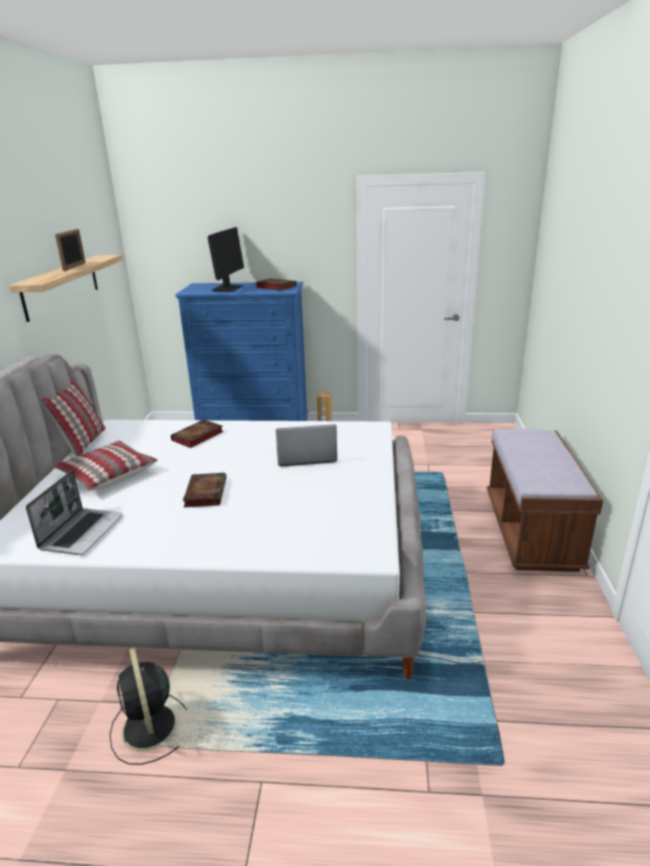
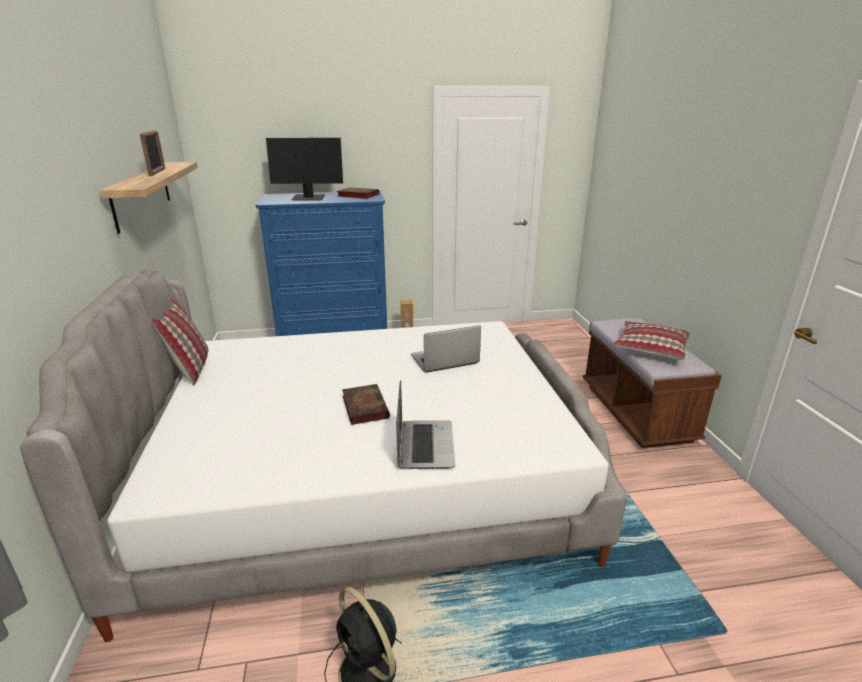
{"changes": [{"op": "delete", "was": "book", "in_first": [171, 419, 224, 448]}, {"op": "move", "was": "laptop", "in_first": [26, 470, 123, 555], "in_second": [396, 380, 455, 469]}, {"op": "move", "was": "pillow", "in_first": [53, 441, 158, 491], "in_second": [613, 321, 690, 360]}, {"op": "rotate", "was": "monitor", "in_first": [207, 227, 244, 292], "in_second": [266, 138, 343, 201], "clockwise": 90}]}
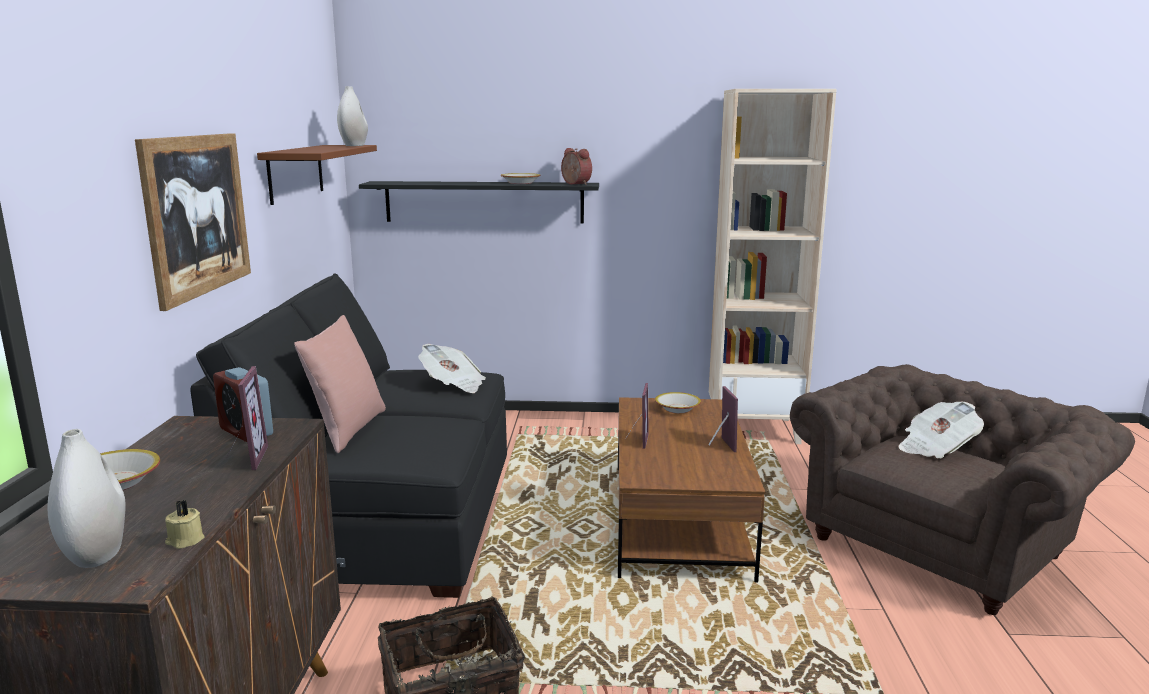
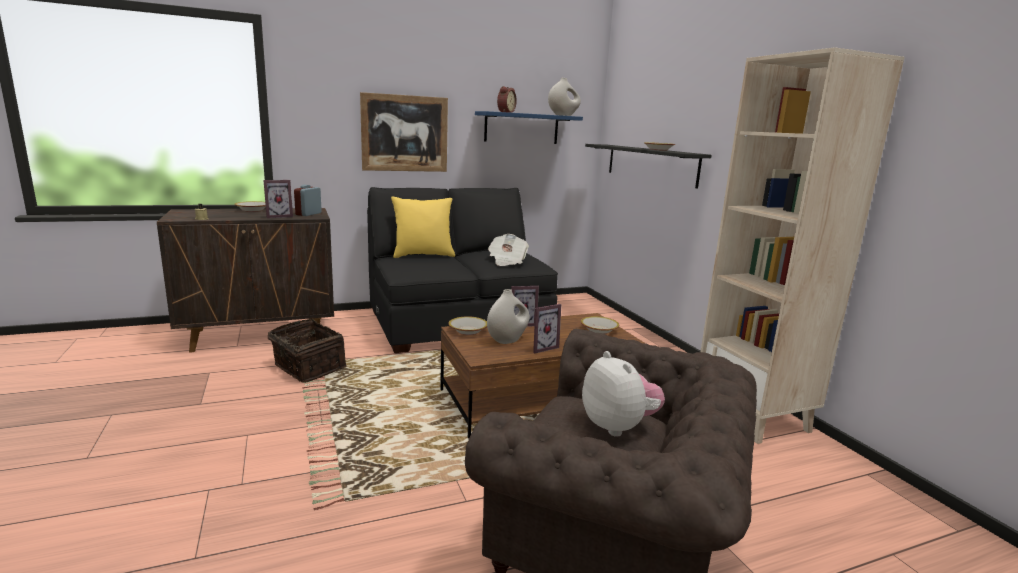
{"changes": [{"op": "insert", "now": "bowl", "in_second": [448, 316, 487, 335]}, {"op": "move", "was": "white vase", "in_first": [47, 429, 126, 568], "in_second": [487, 289, 530, 344]}, {"op": "move", "was": "alarm clock", "in_first": [561, 148, 592, 185], "in_second": [497, 86, 517, 113]}, {"op": "replace", "was": "newspaper", "now": "plush toy", "in_first": [898, 402, 984, 458], "in_second": [582, 351, 665, 437]}, {"op": "recolor", "was": "brown shelf", "now": "blue shelf", "in_first": [257, 145, 377, 205], "in_second": [475, 111, 583, 144]}, {"op": "recolor", "was": "pink pillow", "now": "yellow pillow", "in_first": [294, 315, 386, 453], "in_second": [391, 196, 455, 258]}]}
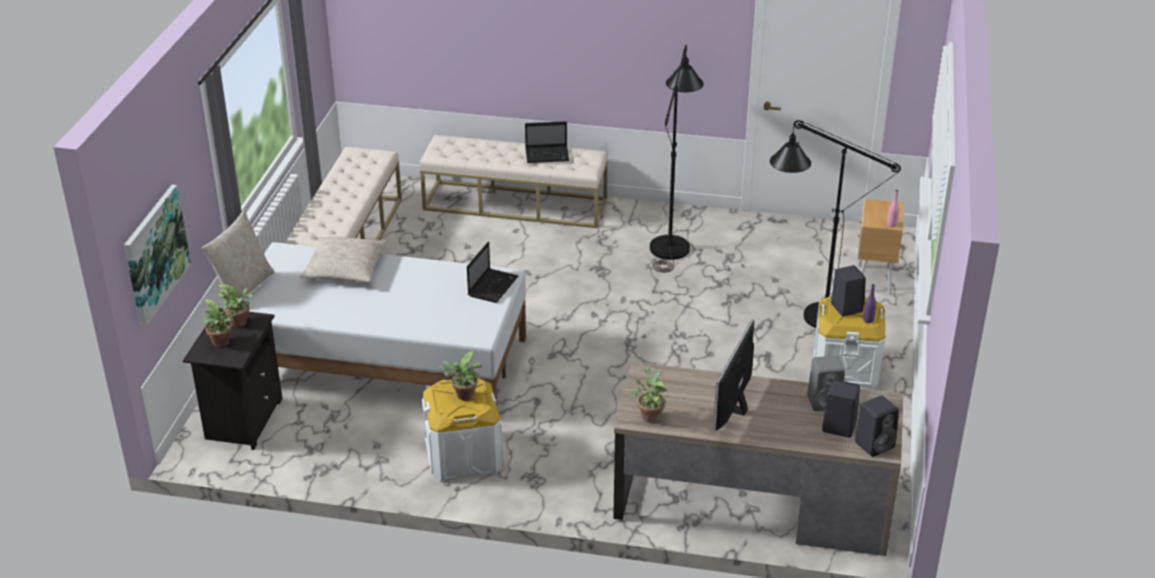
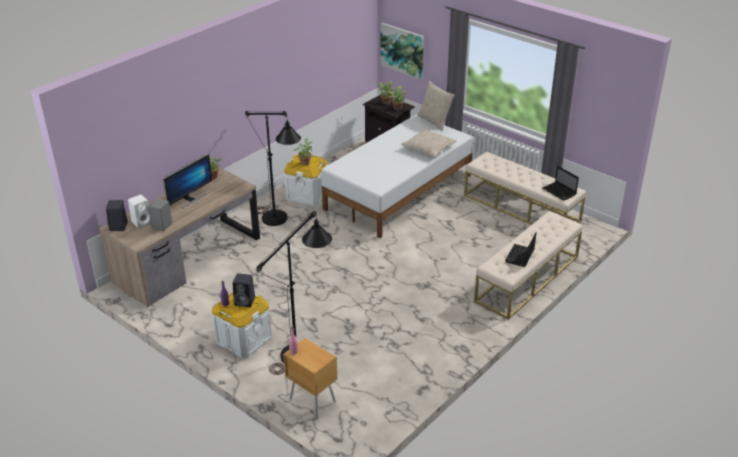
{"changes": [{"op": "move", "was": "laptop", "in_first": [467, 242, 519, 303], "in_second": [543, 166, 579, 201]}, {"op": "move", "was": "black floor lamp", "in_first": [650, 45, 704, 272], "in_second": [245, 111, 301, 226]}, {"op": "recolor", "was": "black speaker", "now": "white speaker", "in_first": [822, 379, 860, 438], "in_second": [128, 194, 150, 228]}, {"op": "rotate", "was": "monitor", "in_first": [713, 320, 754, 431], "in_second": [163, 154, 212, 209], "clockwise": 75}]}
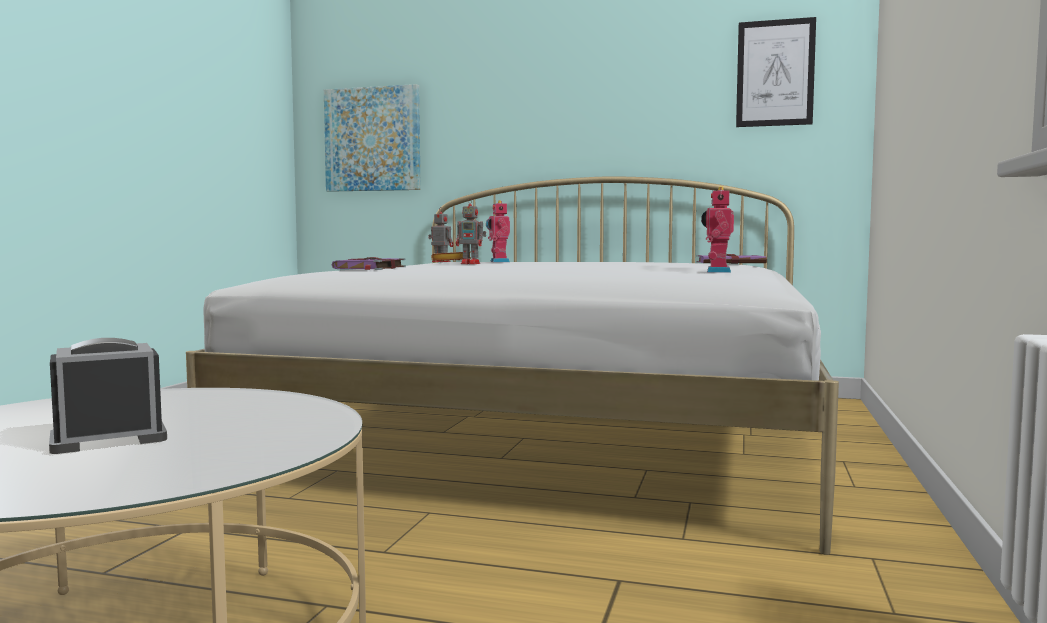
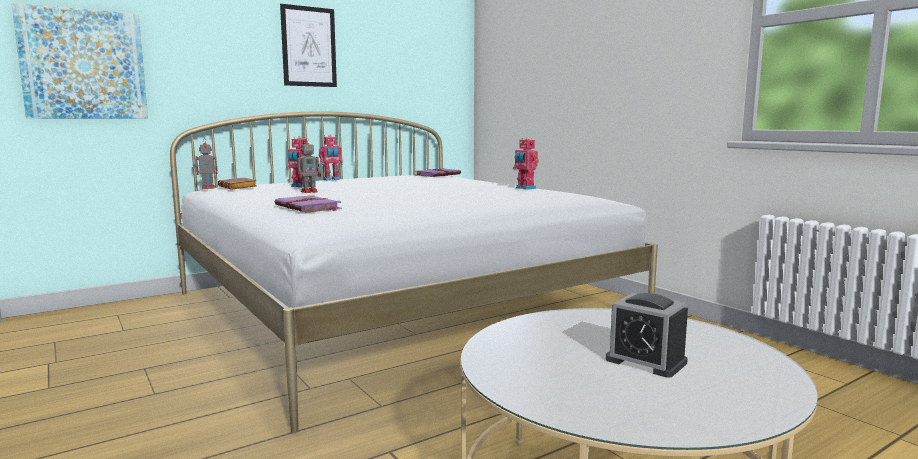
{"changes": [{"op": "insert", "now": "toy robot", "in_second": [319, 135, 343, 181]}, {"op": "move", "was": "picture", "in_first": [736, 17, 816, 127], "in_second": [280, 4, 337, 87]}, {"op": "rotate", "was": "alarm clock", "in_first": [49, 338, 167, 454], "in_second": [606, 293, 688, 378], "clockwise": -60}]}
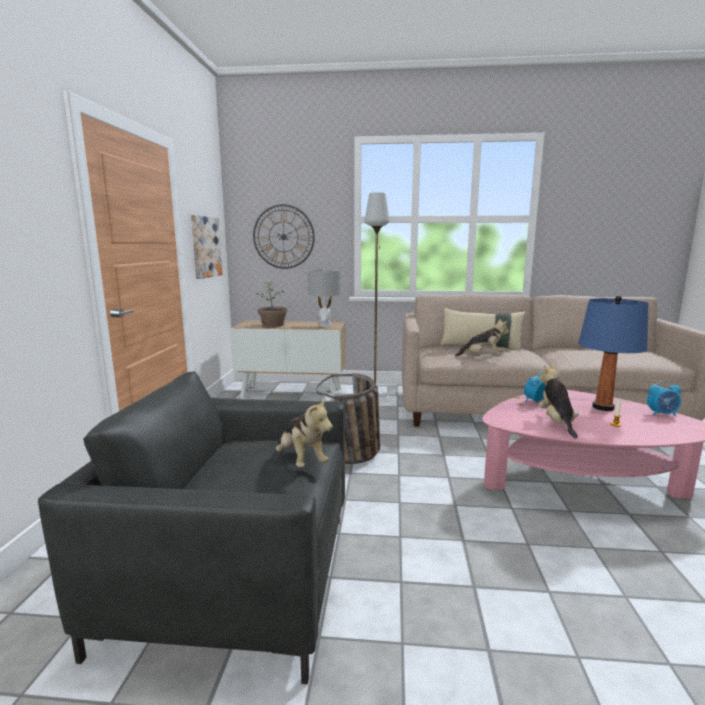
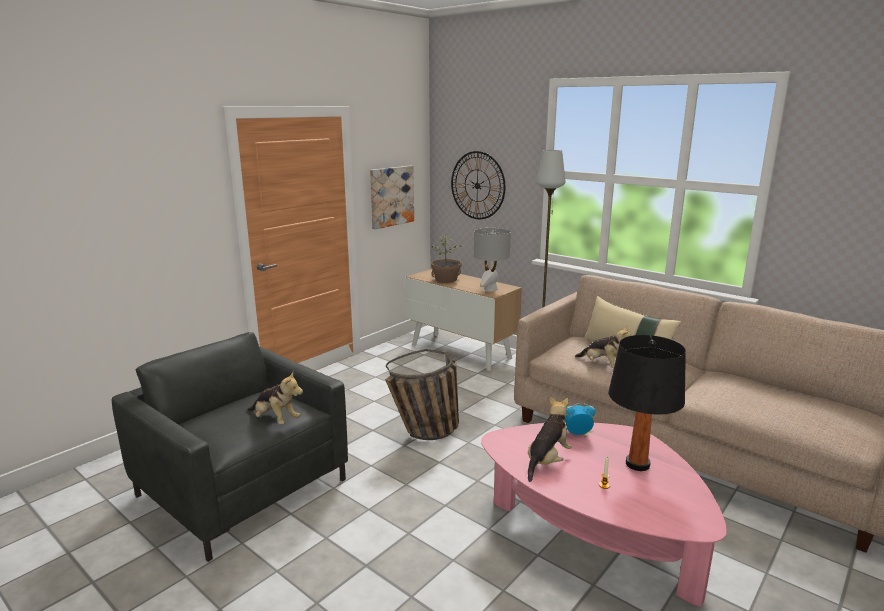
{"changes": [{"op": "delete", "was": "alarm clock", "in_first": [647, 380, 681, 416]}, {"op": "recolor", "was": "blue table lamp", "now": "black table lamp", "in_first": [578, 296, 649, 411], "in_second": [608, 335, 686, 471]}, {"op": "rotate", "was": "plush toy", "in_first": [276, 398, 333, 467], "in_second": [247, 372, 303, 424], "clockwise": -60}]}
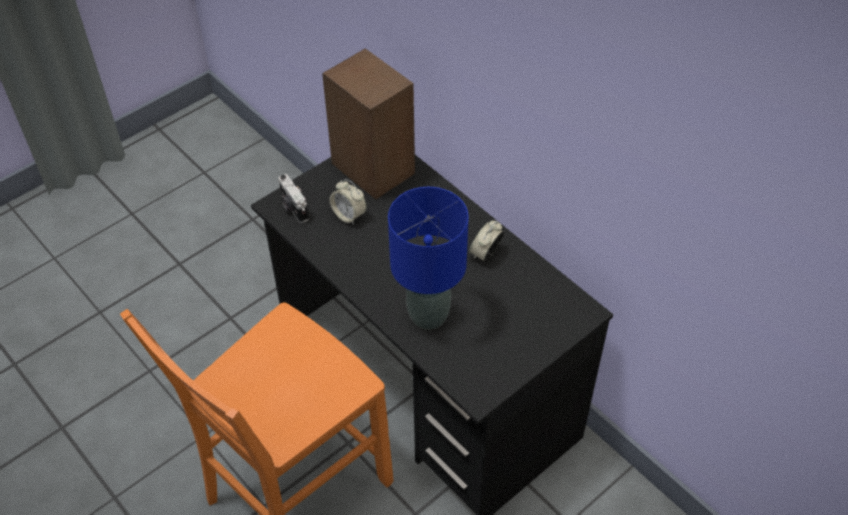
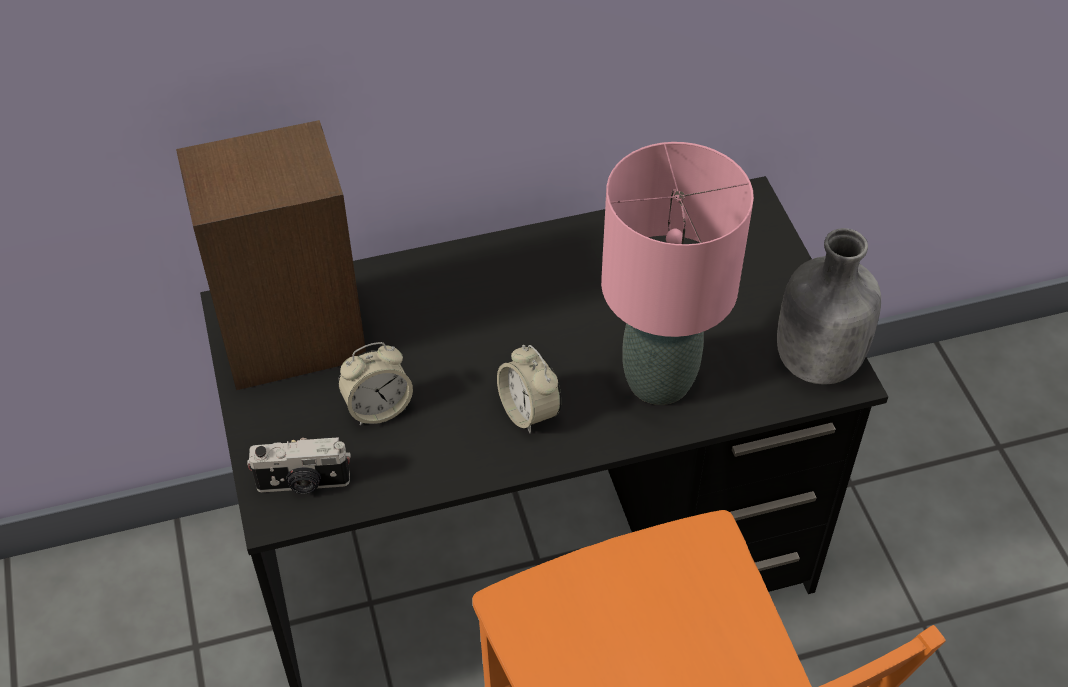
{"changes": [{"op": "insert", "now": "grey bottle", "in_second": [777, 228, 881, 385]}, {"op": "move", "was": "alarm clock", "in_first": [469, 221, 504, 262], "in_second": [497, 345, 561, 433]}, {"op": "recolor", "was": "blue table lamp", "now": "pink table lamp", "in_first": [388, 187, 469, 330], "in_second": [601, 142, 754, 405]}]}
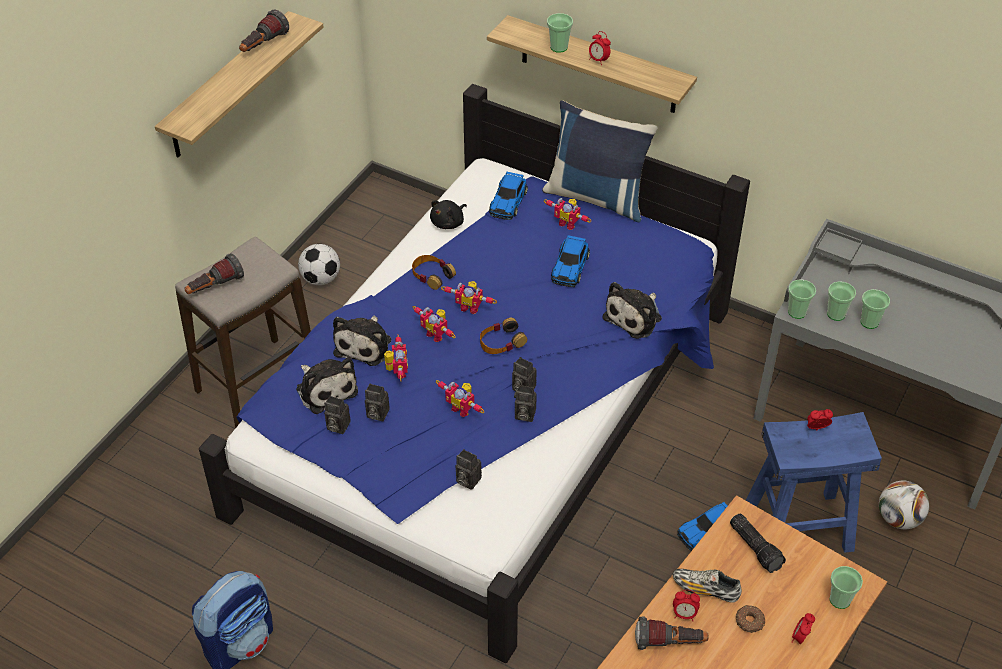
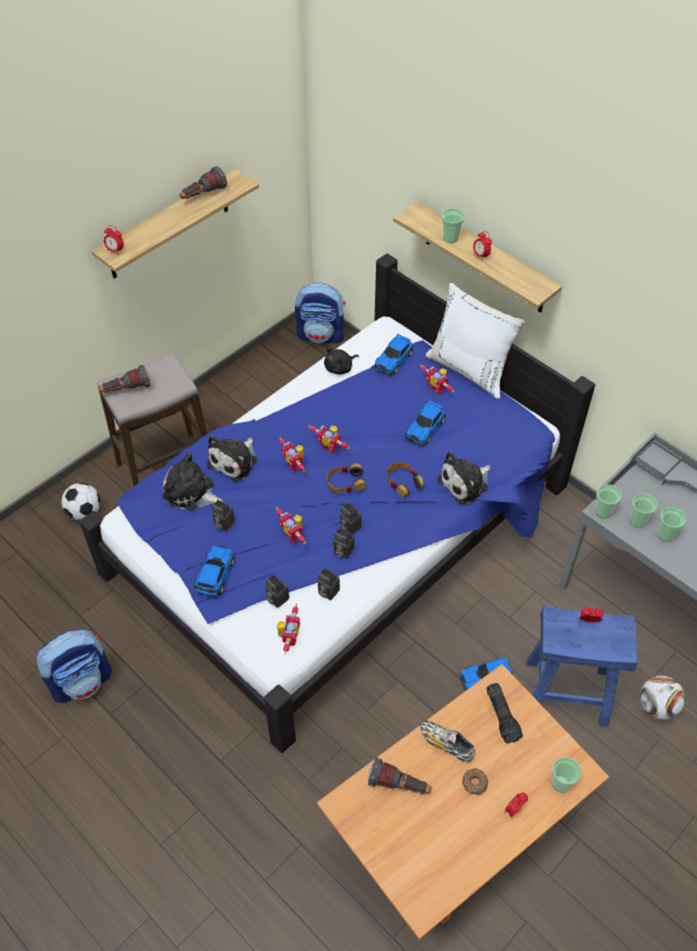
{"changes": [{"op": "insert", "now": "toy car", "in_second": [194, 546, 234, 597]}, {"op": "insert", "now": "backpack", "in_second": [295, 283, 346, 344]}, {"op": "move", "was": "football", "in_first": [298, 244, 340, 285], "in_second": [61, 483, 100, 520]}, {"op": "move", "was": "photo camera", "in_first": [324, 396, 351, 434], "in_second": [318, 568, 340, 600]}, {"op": "move", "was": "toy robot", "in_first": [384, 334, 408, 382], "in_second": [277, 604, 300, 655]}, {"op": "move", "was": "headphones", "in_first": [412, 255, 456, 290], "in_second": [387, 462, 424, 497]}, {"op": "move", "was": "alarm clock", "in_first": [673, 590, 700, 620], "in_second": [104, 225, 124, 255]}, {"op": "recolor", "was": "blue pillow", "now": "white pillow", "in_first": [542, 100, 658, 222], "in_second": [425, 283, 525, 399]}, {"op": "rotate", "was": "plush toy", "in_first": [296, 357, 358, 414], "in_second": [162, 452, 223, 511], "clockwise": 135}]}
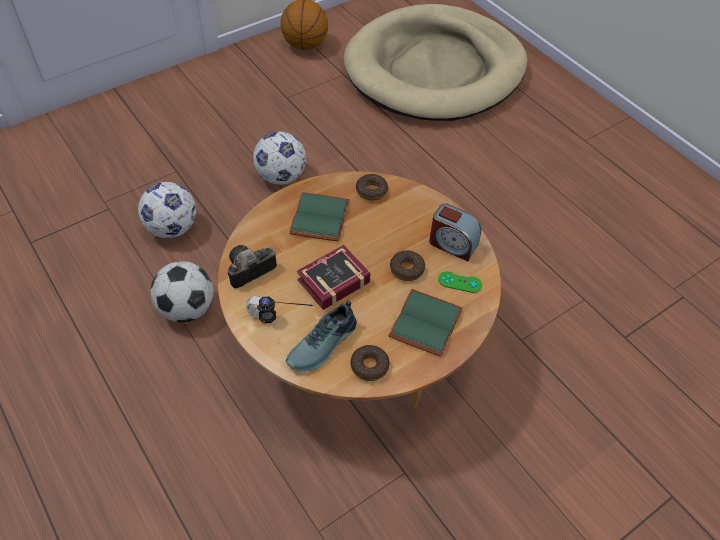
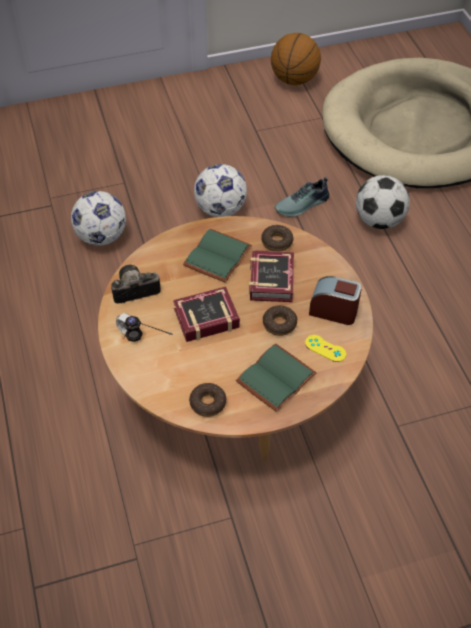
{"changes": [{"op": "insert", "now": "book", "in_second": [249, 250, 294, 302]}, {"op": "move", "was": "football", "in_first": [150, 261, 214, 322], "in_second": [356, 175, 410, 229]}, {"op": "move", "was": "shoe", "in_first": [286, 300, 356, 372], "in_second": [275, 177, 329, 217]}, {"op": "recolor", "was": "green game controller", "now": "yellow game controller", "in_first": [438, 271, 482, 293], "in_second": [305, 335, 346, 362]}, {"op": "rotate", "was": "alarm clock", "in_first": [429, 203, 481, 261], "in_second": [309, 276, 362, 325], "clockwise": 150}]}
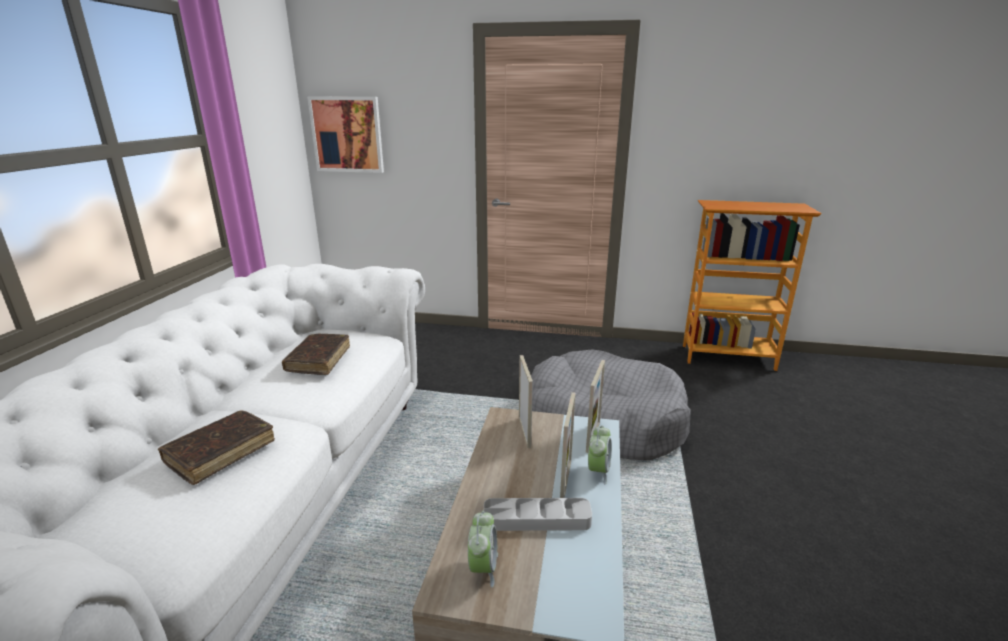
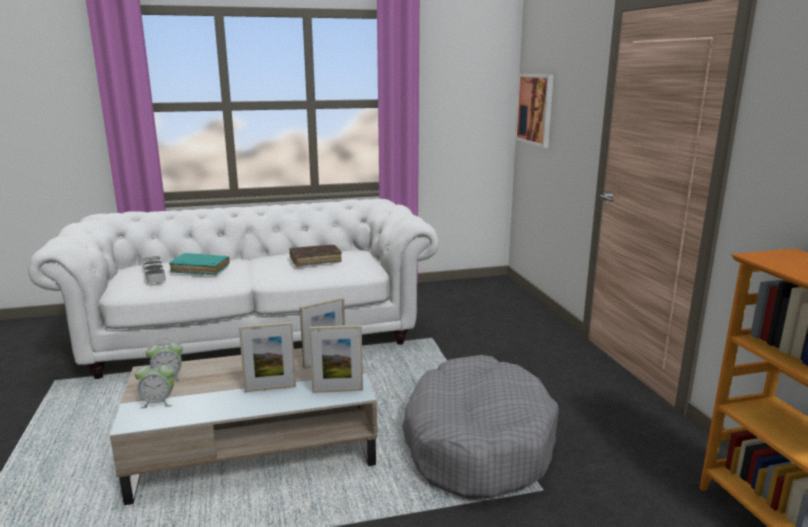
{"changes": [{"op": "move", "was": "grey tray", "in_first": [484, 498, 592, 531], "in_second": [142, 256, 166, 283]}, {"op": "move", "was": "alarm clock", "in_first": [588, 426, 612, 484], "in_second": [135, 360, 174, 408]}, {"op": "recolor", "was": "brown book", "now": "turquoise book", "in_first": [158, 410, 275, 485], "in_second": [169, 253, 230, 275]}]}
